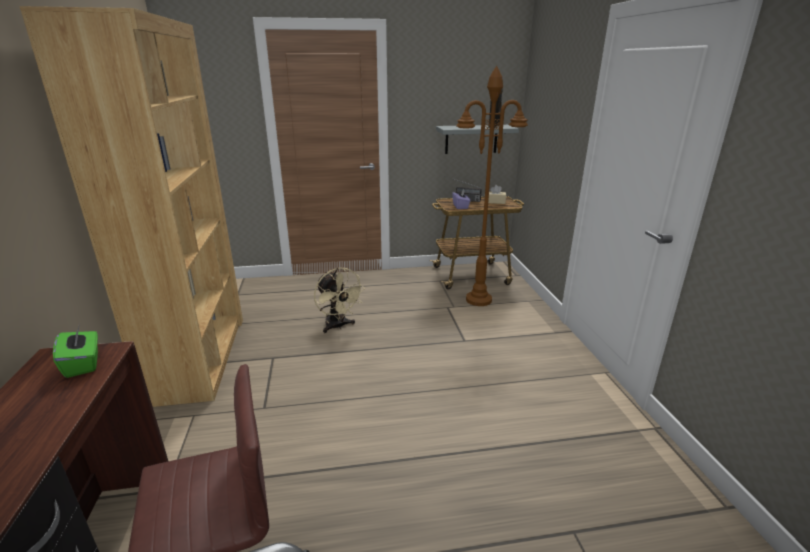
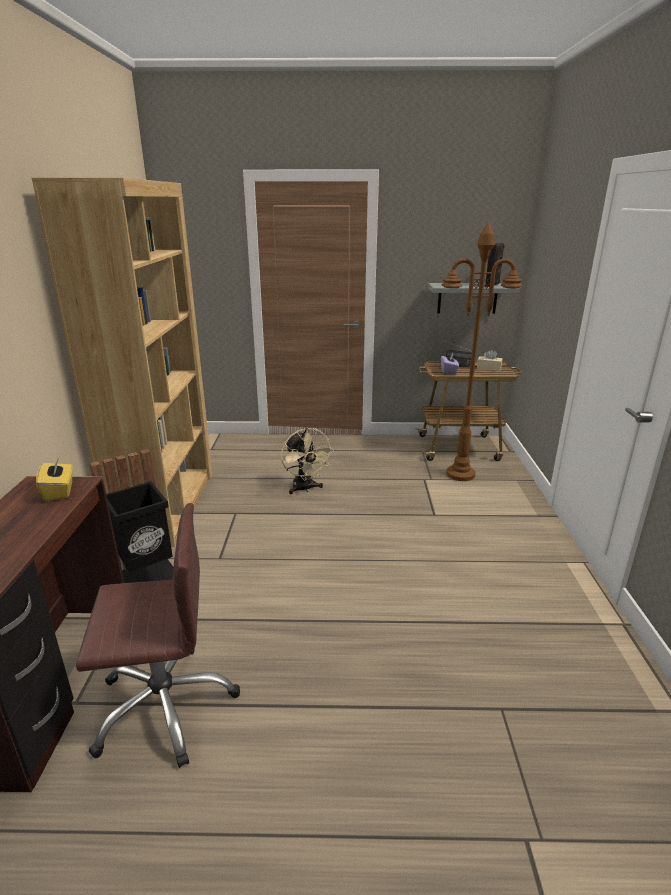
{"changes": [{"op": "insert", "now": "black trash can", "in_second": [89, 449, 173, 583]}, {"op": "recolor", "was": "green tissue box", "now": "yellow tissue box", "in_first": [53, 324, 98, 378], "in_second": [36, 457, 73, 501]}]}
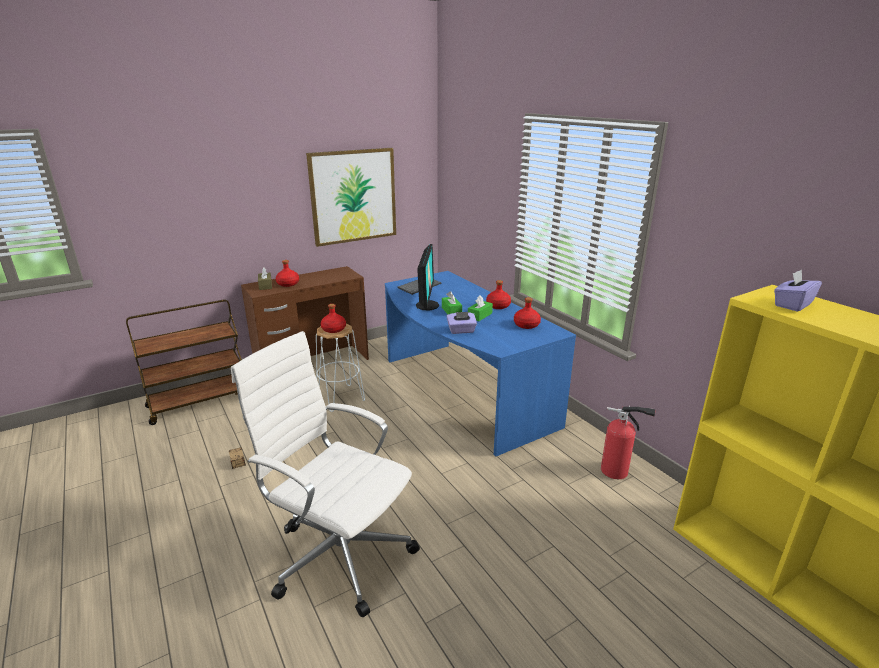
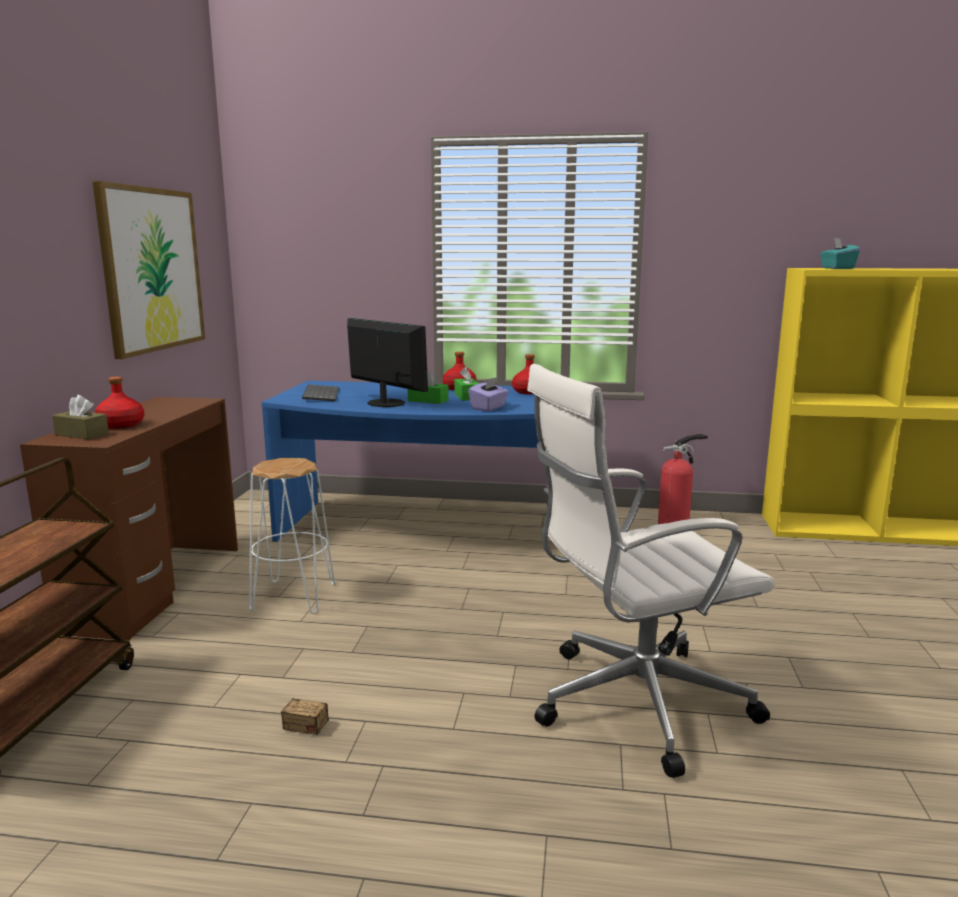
{"changes": [{"op": "delete", "was": "red bottle", "in_first": [321, 304, 346, 333]}, {"op": "recolor", "was": "purple tissue box", "now": "turquoise tissue box", "in_first": [774, 269, 822, 312], "in_second": [820, 238, 860, 269]}]}
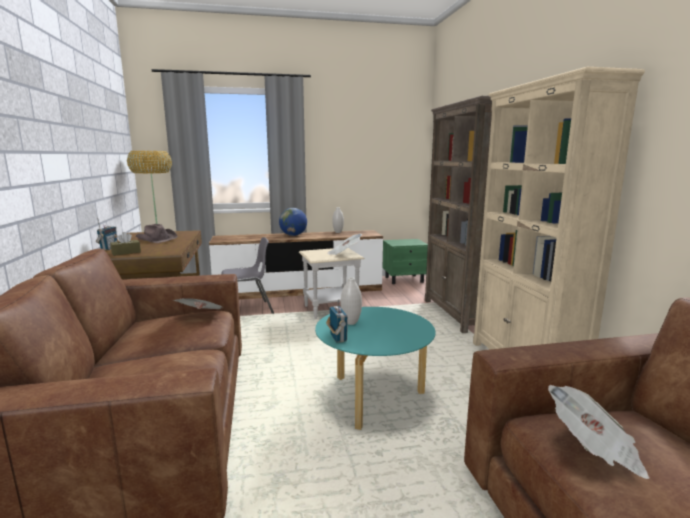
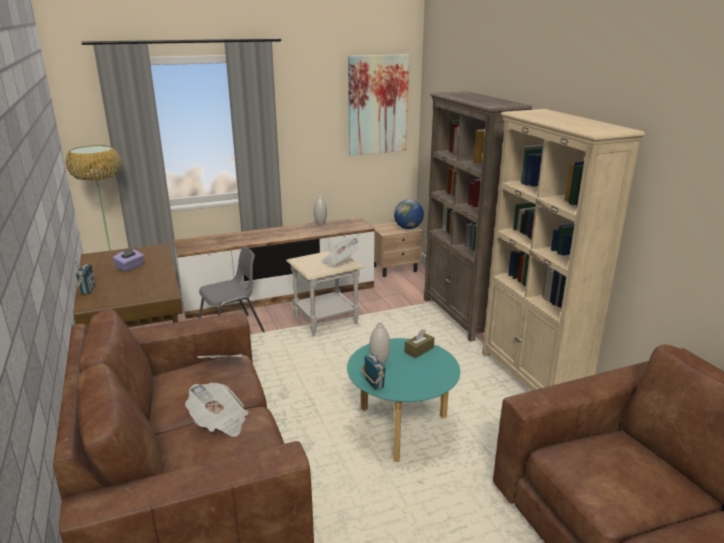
{"changes": [{"op": "insert", "now": "picture", "in_second": [348, 54, 409, 156]}, {"op": "move", "was": "brown tissue box", "in_first": [110, 232, 141, 256], "in_second": [404, 330, 434, 358]}, {"op": "move", "was": "globe", "in_first": [279, 208, 307, 236], "in_second": [394, 199, 424, 229]}, {"op": "move", "was": "newspaper", "in_first": [548, 385, 650, 479], "in_second": [185, 383, 248, 437]}, {"op": "replace", "was": "brown hat", "now": "purple tissue box", "in_first": [136, 224, 177, 243], "in_second": [113, 248, 144, 272]}, {"op": "recolor", "was": "green nightstand", "now": "beige nightstand", "in_first": [382, 239, 428, 284], "in_second": [371, 221, 423, 277]}]}
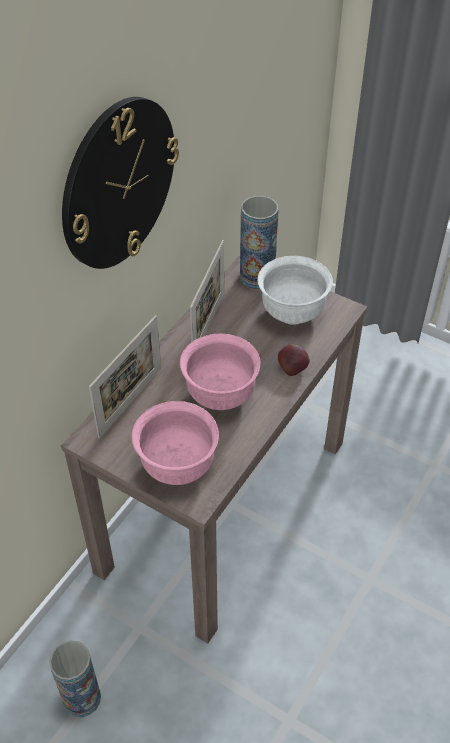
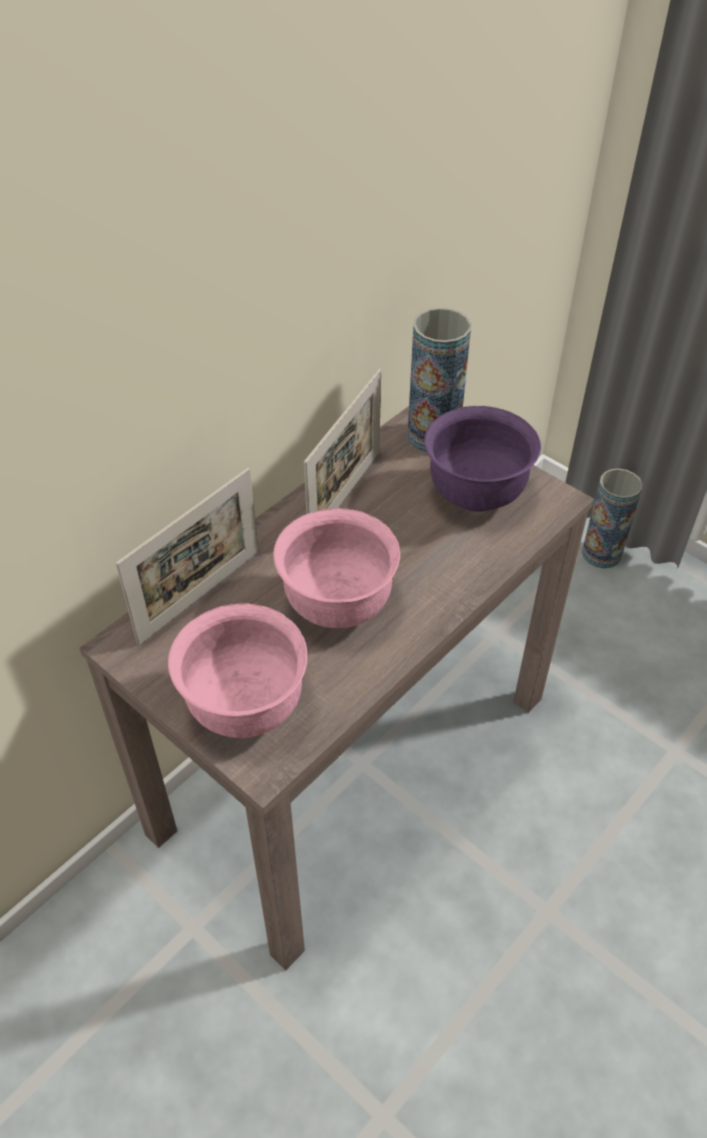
{"changes": [{"op": "delete", "was": "wall clock", "in_first": [62, 97, 179, 269]}, {"op": "delete", "was": "apple", "in_first": [278, 344, 310, 376]}, {"op": "move", "was": "vase", "in_first": [49, 641, 101, 717], "in_second": [582, 468, 642, 568]}, {"op": "recolor", "was": "white bowl", "now": "purple bowl", "in_first": [258, 256, 333, 325], "in_second": [424, 406, 541, 512]}]}
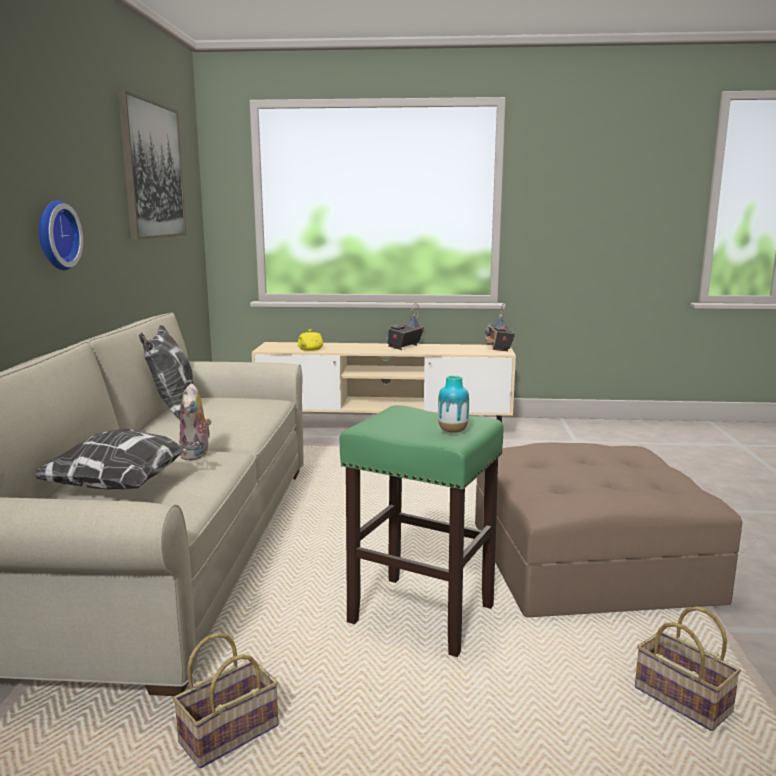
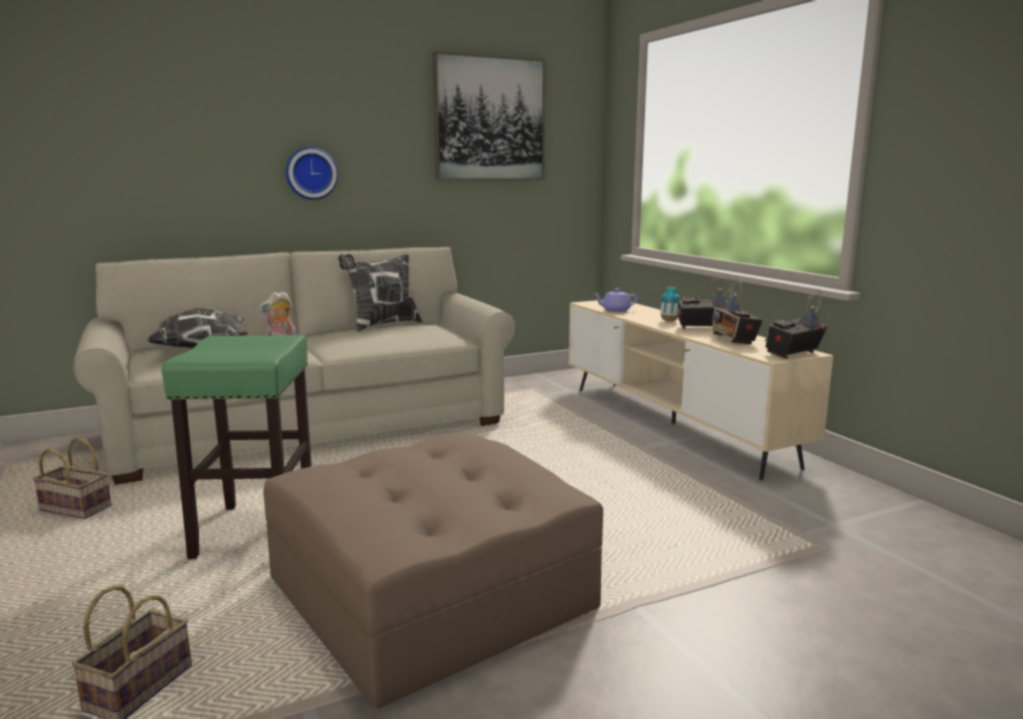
{"changes": [{"op": "insert", "now": "radio", "in_second": [712, 278, 763, 344]}, {"op": "move", "was": "vase", "in_first": [438, 375, 469, 433], "in_second": [661, 287, 680, 321]}, {"op": "recolor", "was": "yellow teapot", "now": "purple teapot", "in_first": [298, 329, 323, 351], "in_second": [593, 288, 638, 312]}]}
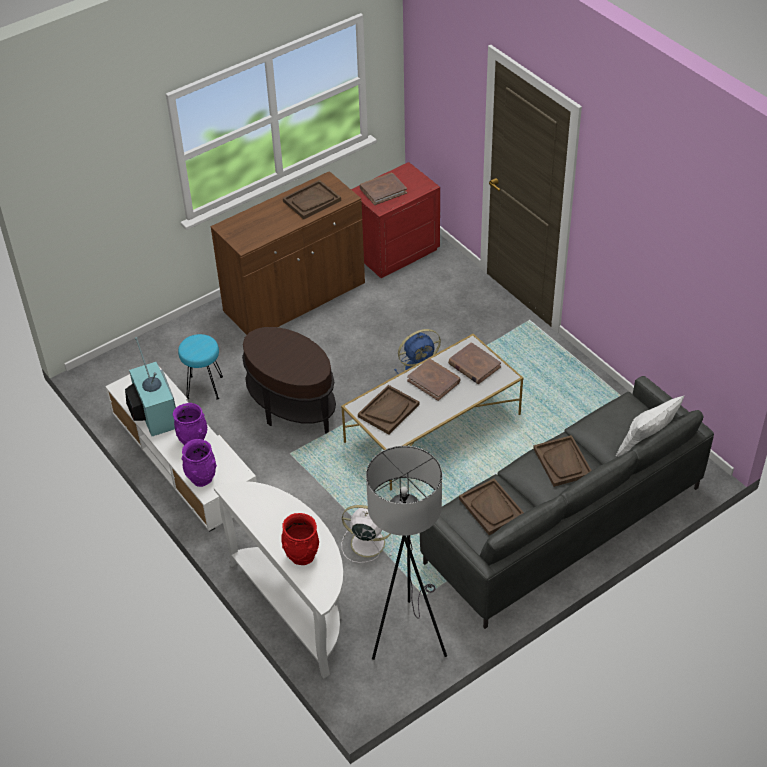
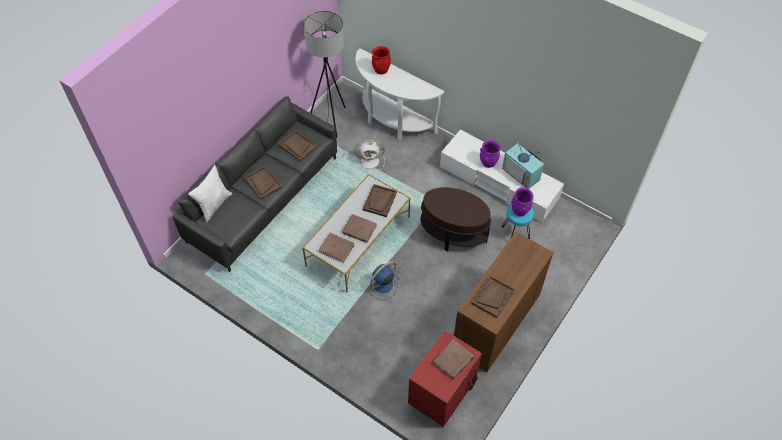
{"changes": [{"op": "move", "was": "purple vase", "in_first": [182, 439, 216, 487], "in_second": [511, 187, 534, 216]}]}
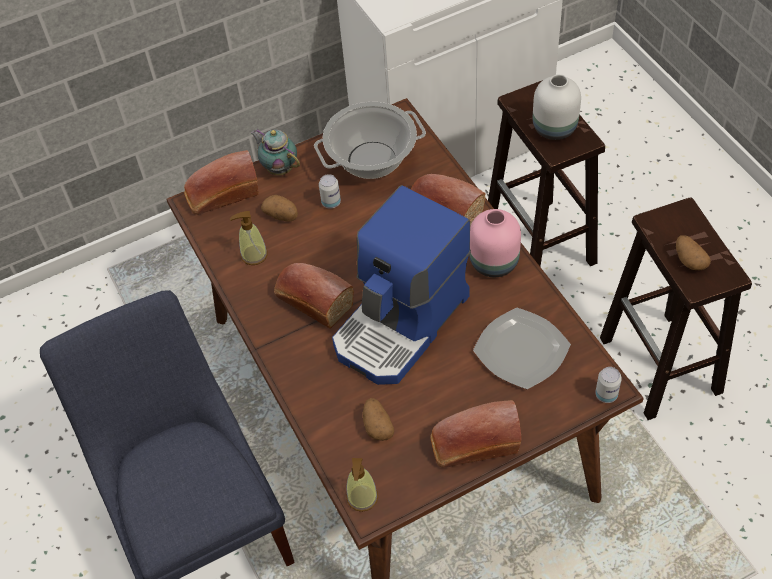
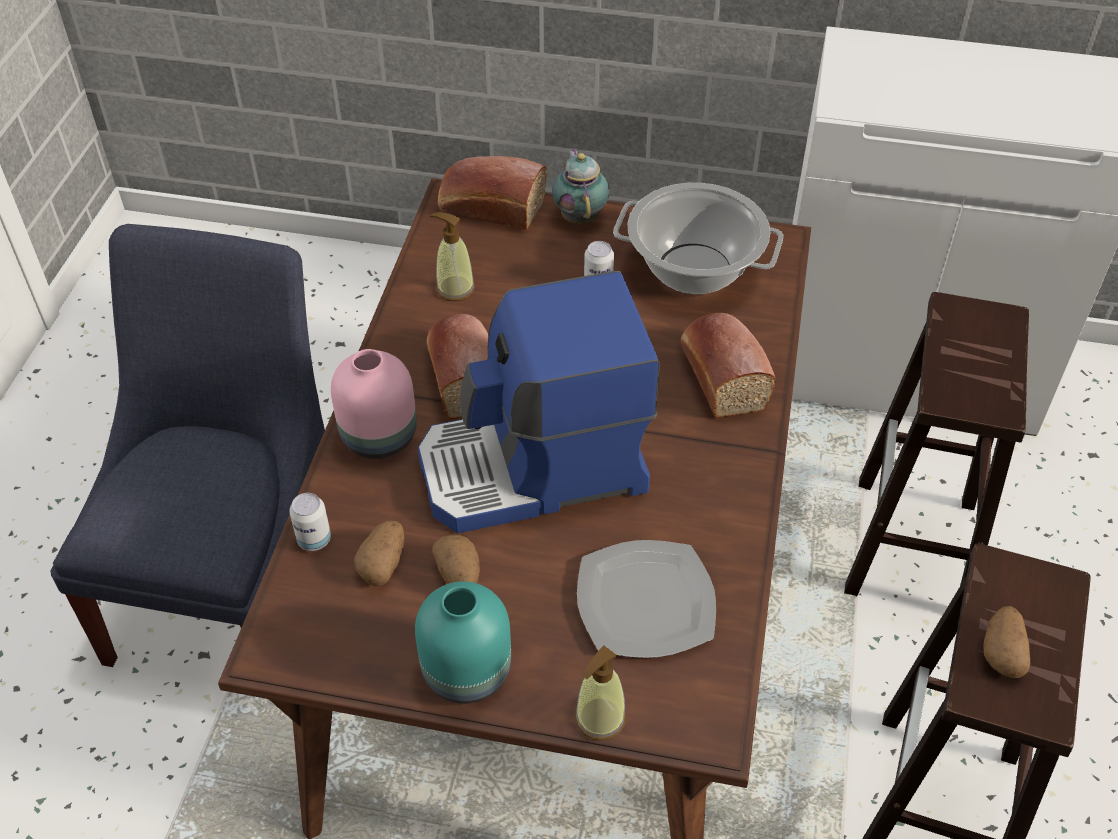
{"changes": [{"op": "delete", "was": "white vase", "in_first": [533, 74, 581, 140]}, {"op": "move", "was": "potato", "in_first": [261, 195, 298, 222], "in_second": [432, 535, 480, 584]}, {"op": "move", "was": "soap dispenser", "in_first": [346, 458, 378, 512], "in_second": [575, 646, 626, 741]}, {"op": "move", "was": "pink vase", "in_first": [469, 209, 521, 277], "in_second": [331, 349, 417, 459]}, {"op": "move", "was": "can", "in_first": [595, 367, 622, 403], "in_second": [289, 493, 331, 551]}, {"op": "replace", "was": "bread", "now": "turquoise vase", "in_first": [430, 400, 521, 467], "in_second": [415, 581, 511, 704]}]}
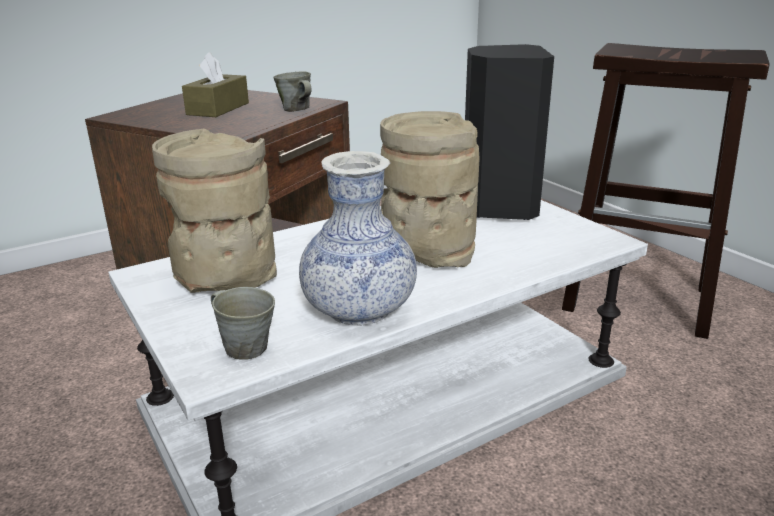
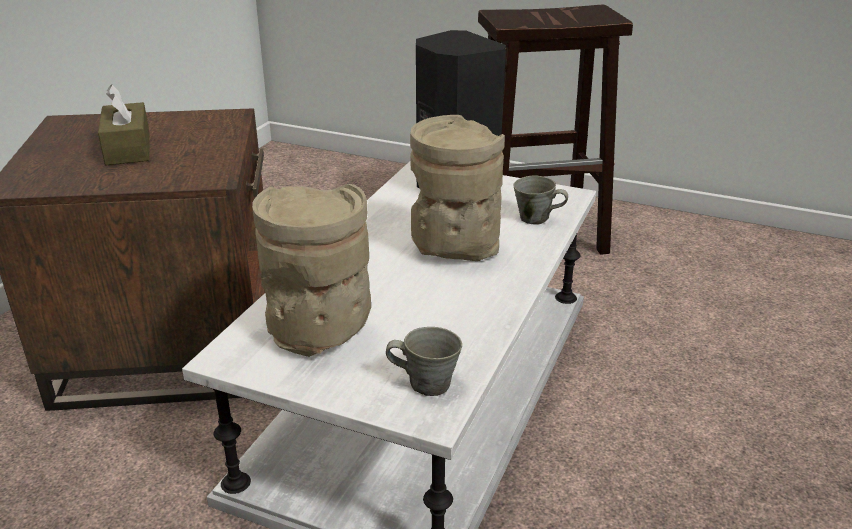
{"changes": [{"op": "delete", "was": "vase", "in_first": [299, 151, 417, 326]}, {"op": "move", "was": "grey mug", "in_first": [273, 71, 311, 112], "in_second": [513, 175, 568, 225]}]}
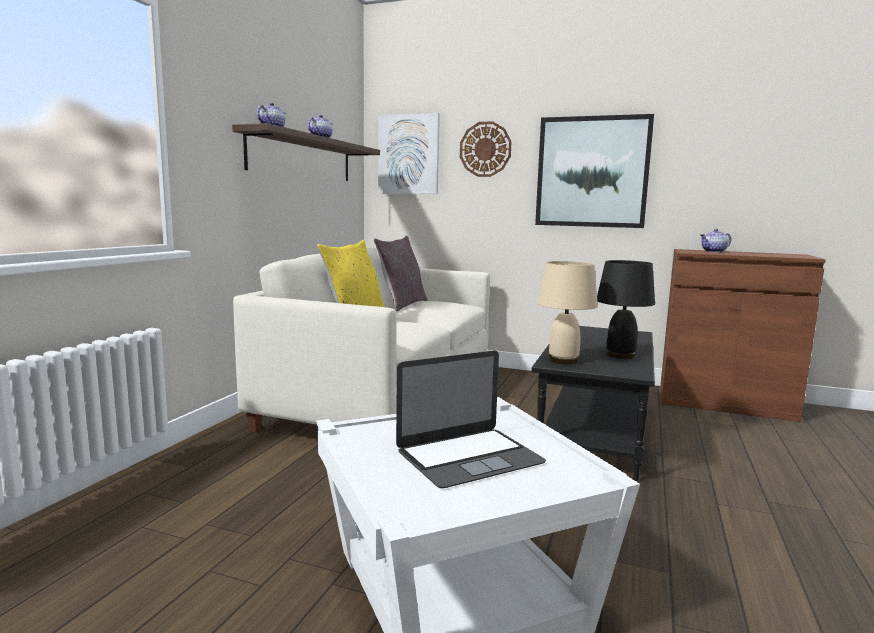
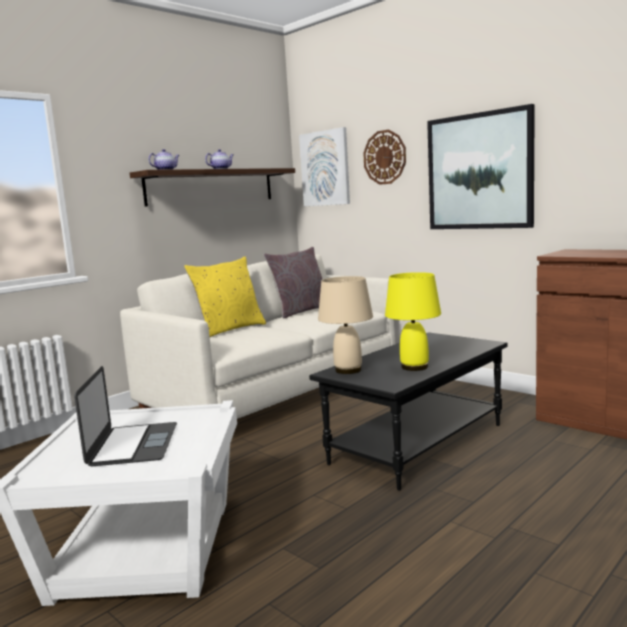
{"changes": [{"op": "delete", "was": "teapot", "in_first": [700, 229, 731, 252]}, {"op": "recolor", "was": "black table lamp", "now": "yellow table lamp", "in_first": [597, 260, 655, 359], "in_second": [385, 272, 441, 371]}, {"op": "rotate", "was": "laptop", "in_first": [396, 351, 546, 488], "in_second": [74, 366, 177, 466], "clockwise": -90}]}
